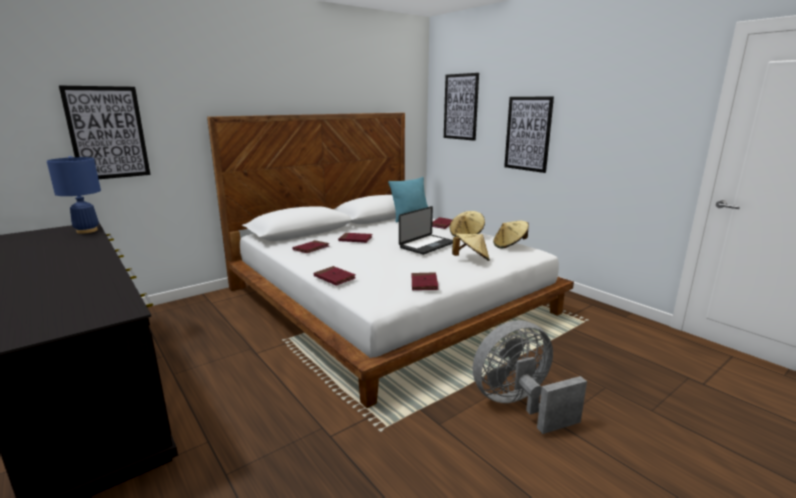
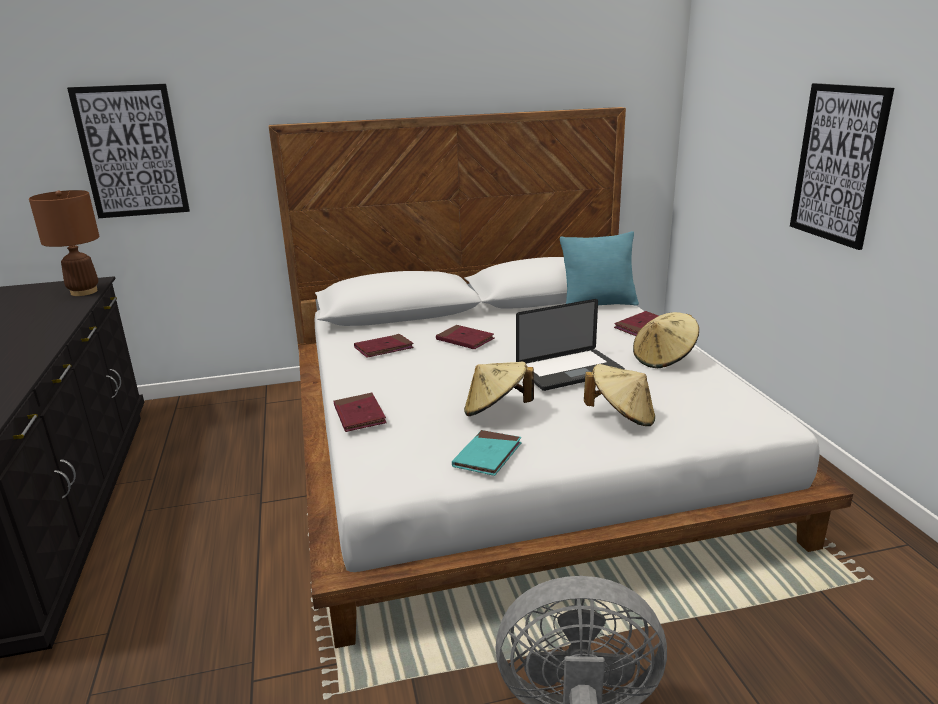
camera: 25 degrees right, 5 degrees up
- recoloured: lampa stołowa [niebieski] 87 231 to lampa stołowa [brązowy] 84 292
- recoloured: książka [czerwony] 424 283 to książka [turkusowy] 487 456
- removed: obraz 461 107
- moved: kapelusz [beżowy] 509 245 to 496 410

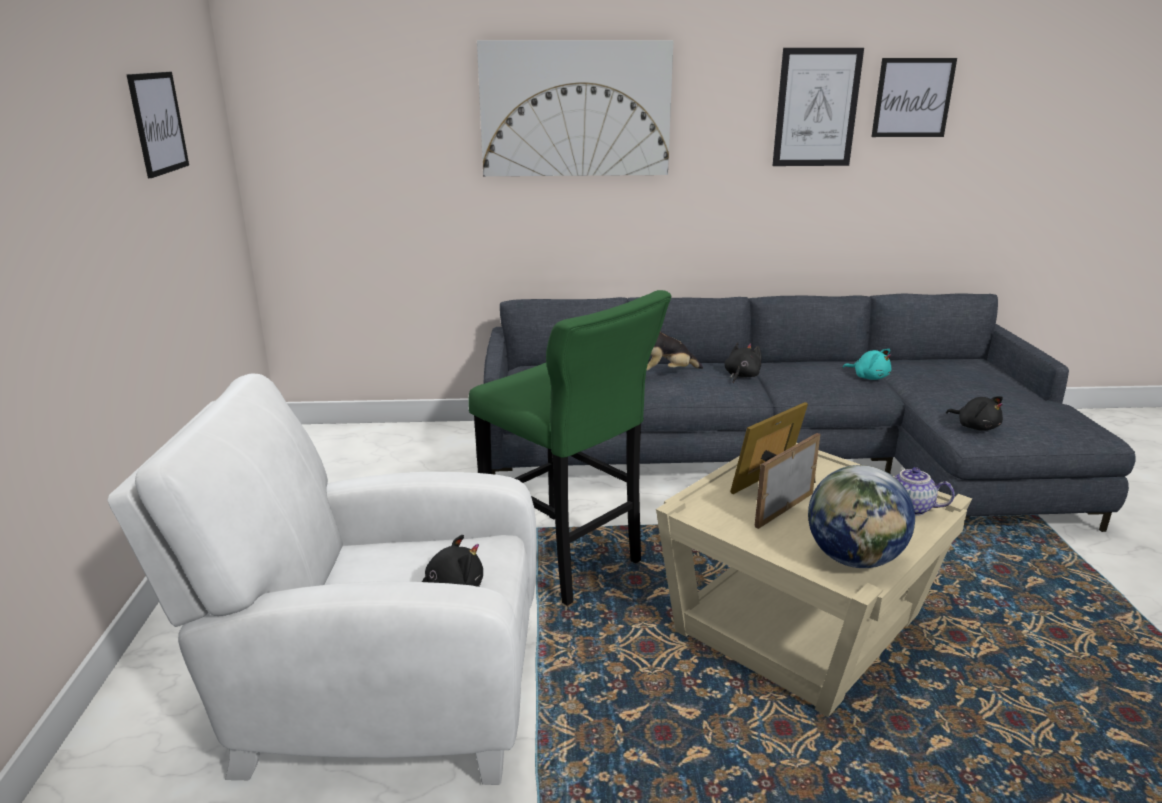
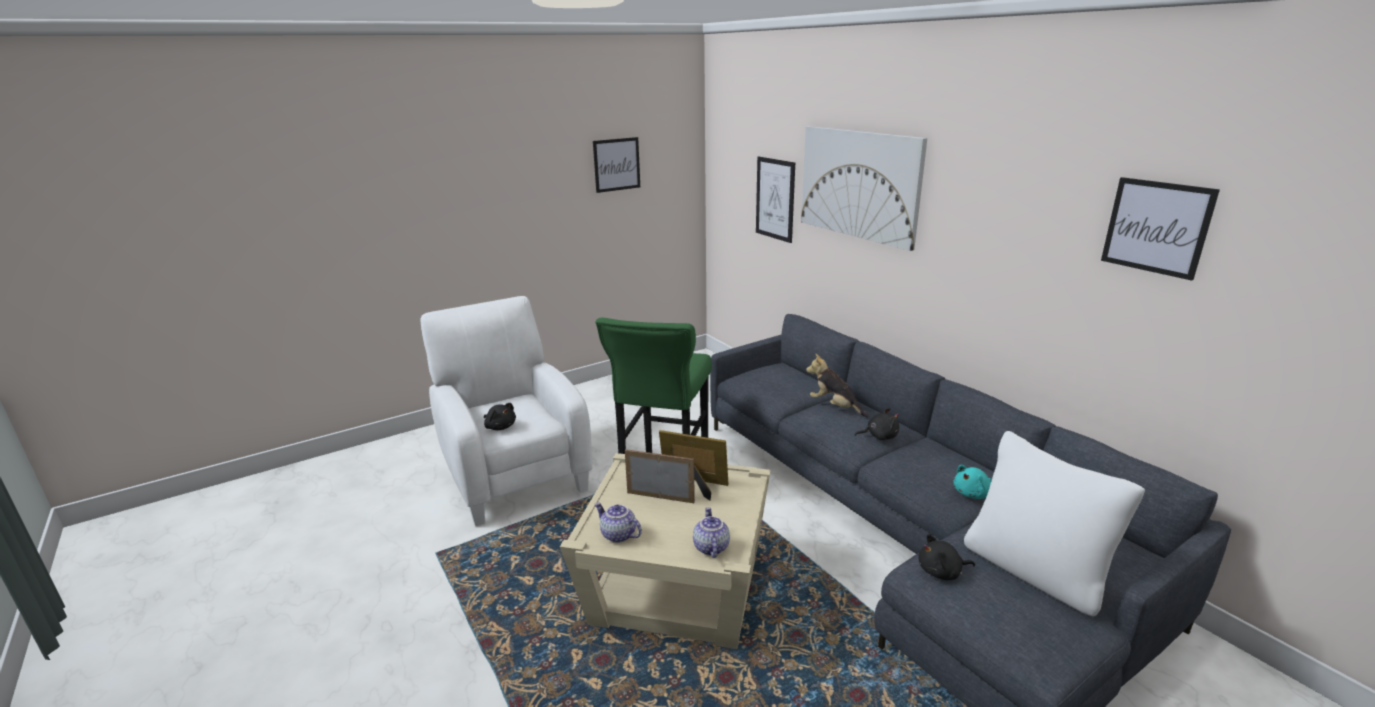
camera: 60 degrees right, 0 degrees up
- moved: obraz 816 108 to 775 199
- replaced: globus 854 559 to imbryk 617 535
- turned: pluszak [turkusowy] 869 377 = 973 494 45 degrees clockwise
- turned: pluszak [czarny] 975 427 = 941 572 60 degrees clockwise
- added: poduszka [biały] 1034 570

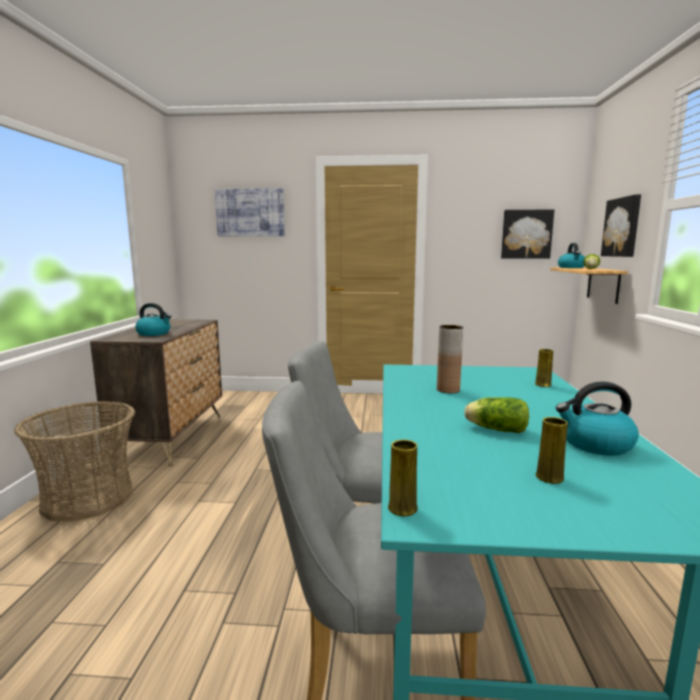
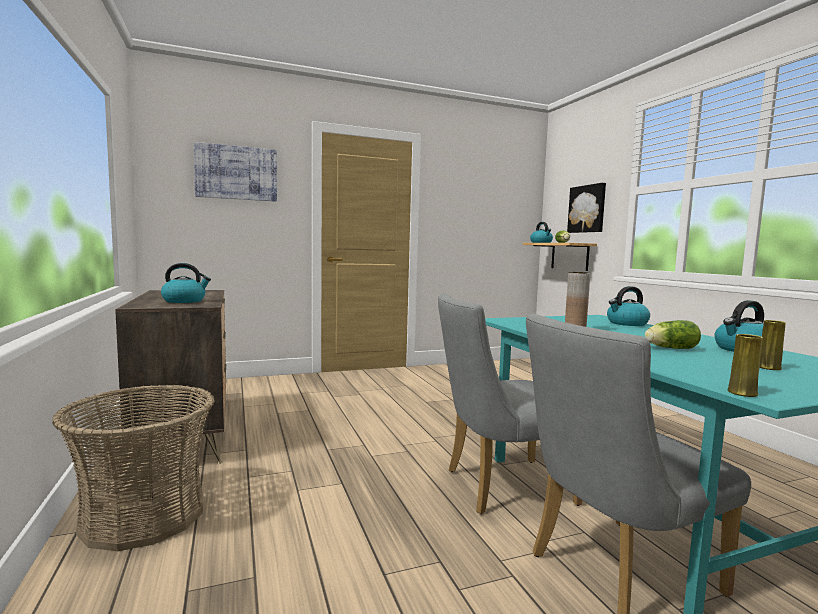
camera: 25 degrees left, 5 degrees down
- removed: obraz 526 234
- replaced: wazon [żółty] 543 385 to czajnik 626 323

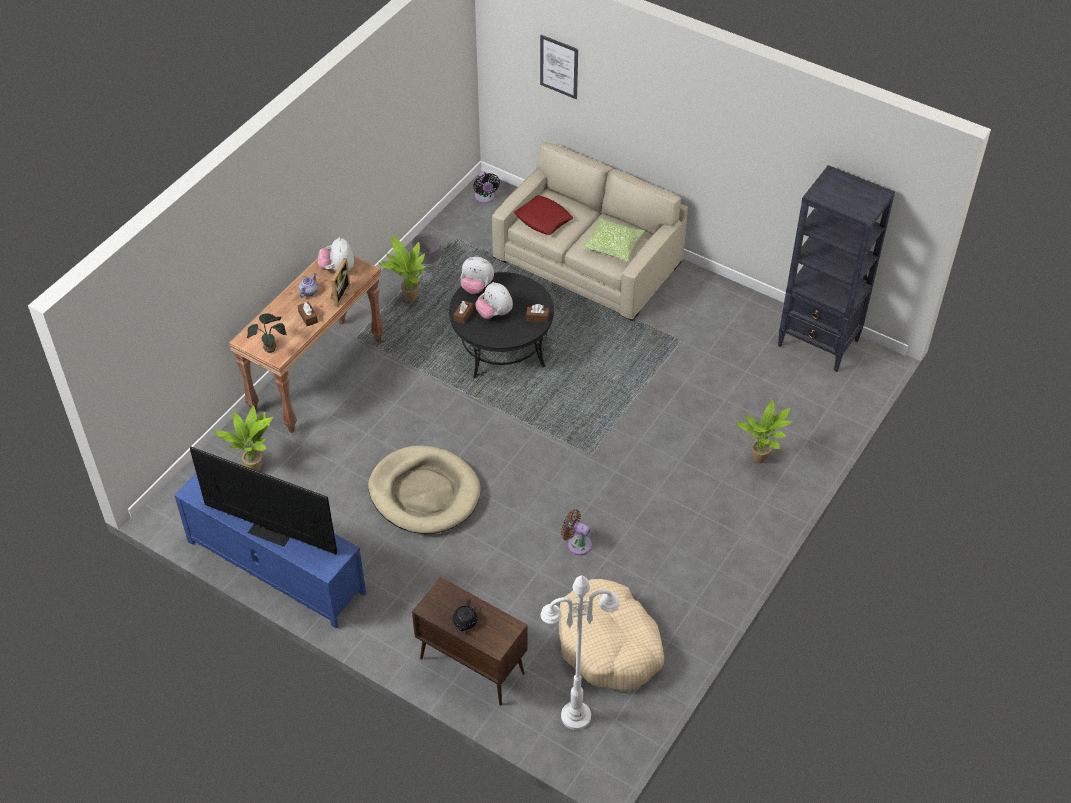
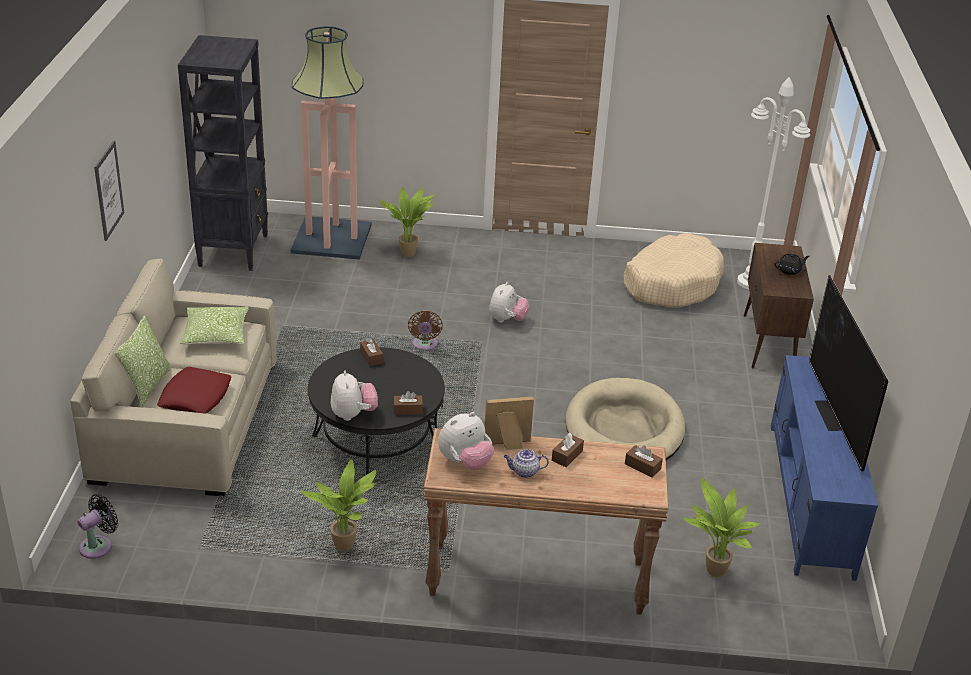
camera: 120 degrees left, 15 degrees down
- replaced: roślina doniczkowa 270 348 to pudełko chusteczek [brązowy] 642 466
- removed: donica [szary] 427 264
- moved: pluszak 494 313 to 507 320
- moved: obraz 559 66 to 108 190
- moved: wentylator [brązowy] 577 544 to 424 345
- added: poduszka 147 385
- added: lampa stojąca 331 239

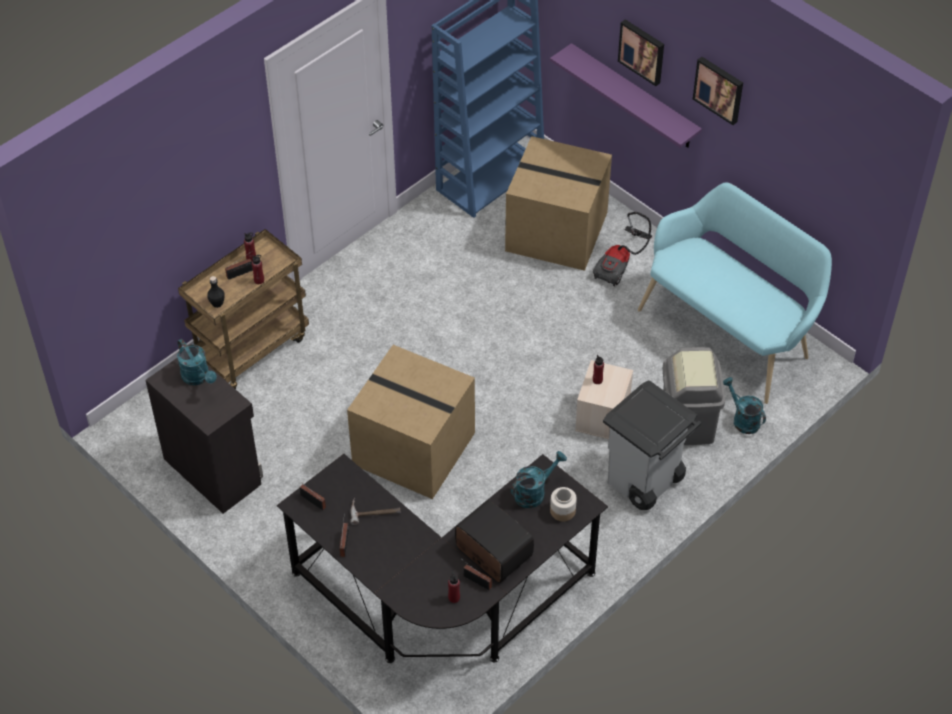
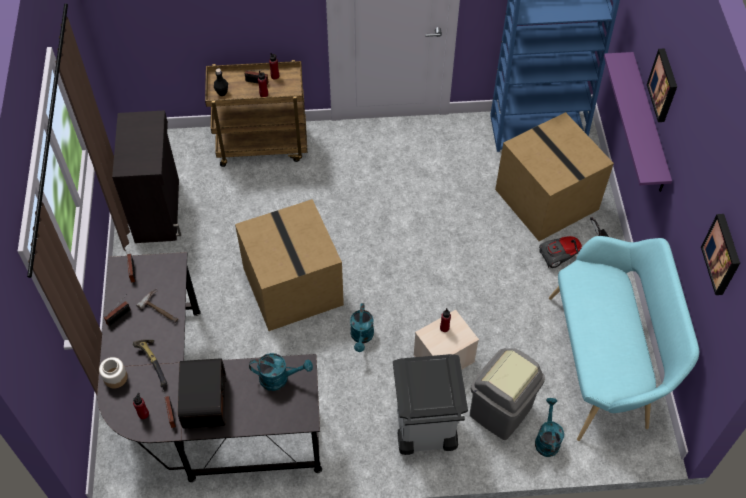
camera: 40 degrees right, 5 degrees up
- moved: konewka [turkusowy] 198 378 to 362 337
- moved: słoik 562 511 to 115 377
- moved: obraz 719 89 to 723 254
- added: młotek 154 362

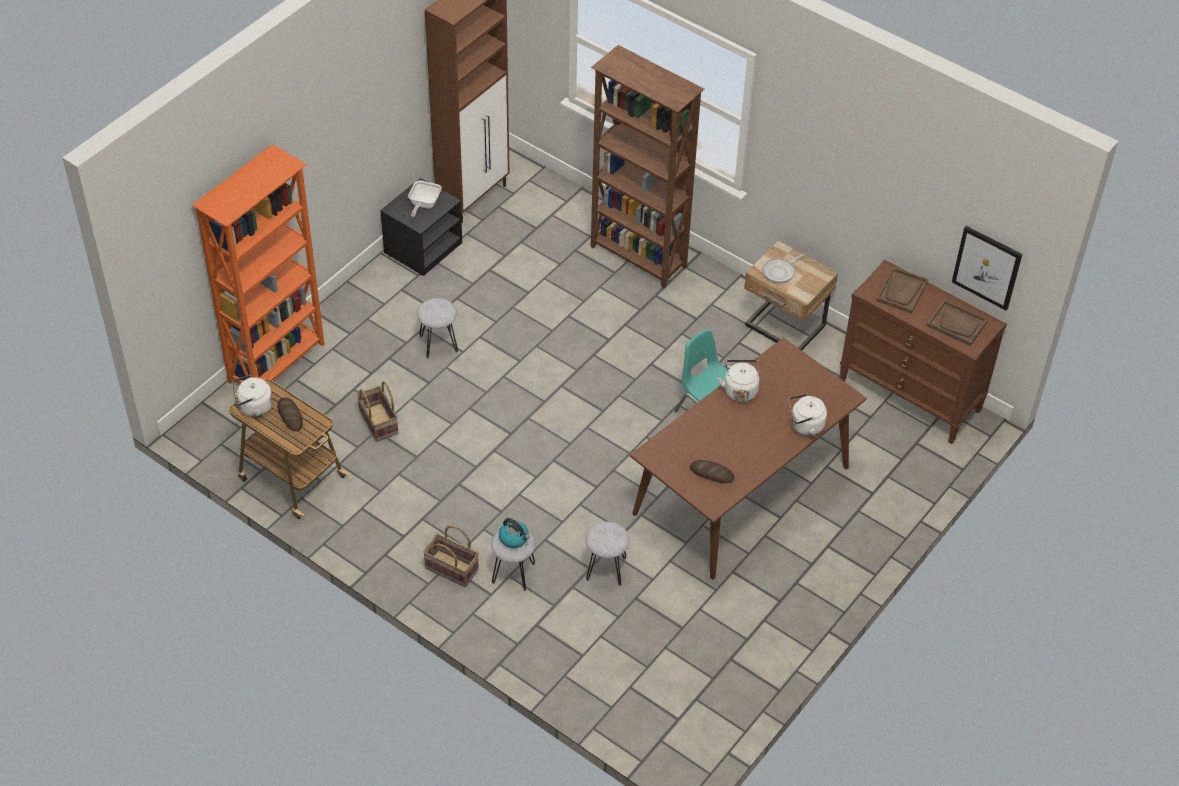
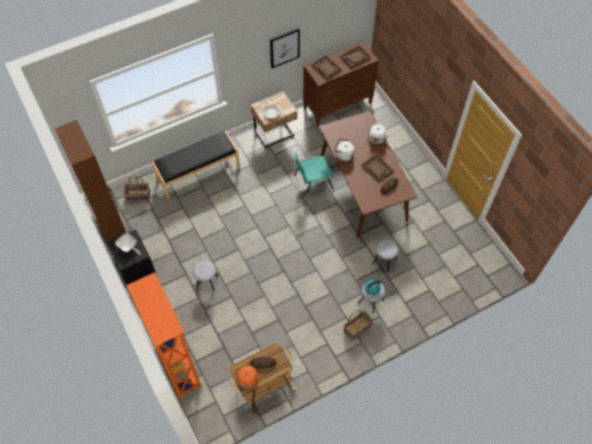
camera: 65 degrees left, 10 degrees up
- recoloured: czajnik [biały] 253 407 to czajnik [pomarańczowy] 247 381
- moved: koszyk 377 422 to 138 196
- replaced: regał [brązowy] 638 258 to ławka [czarny] 198 173
- moved: obraz 987 267 to 284 47
- added: taca [brązowy] 377 168

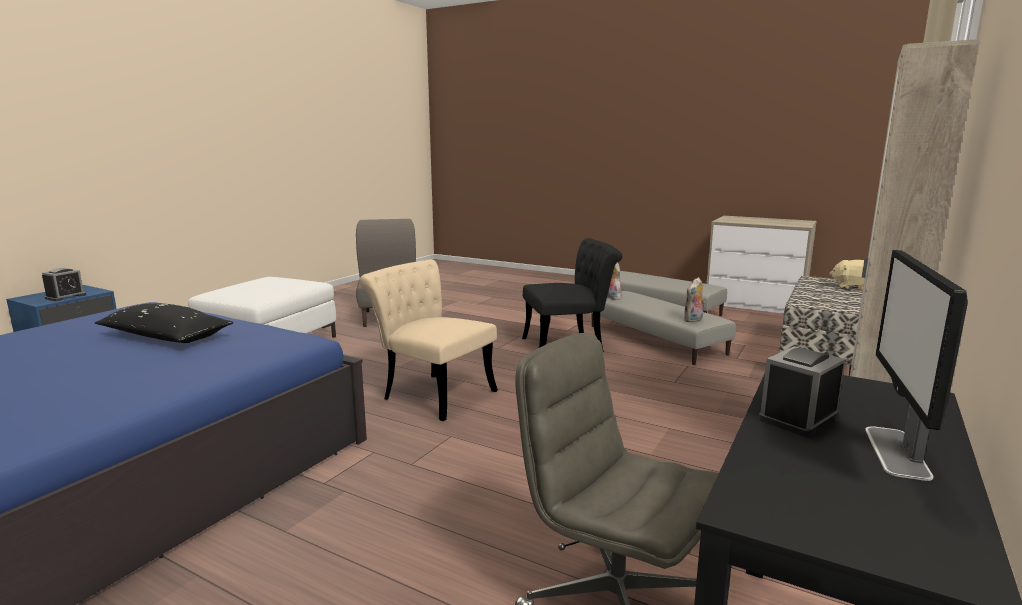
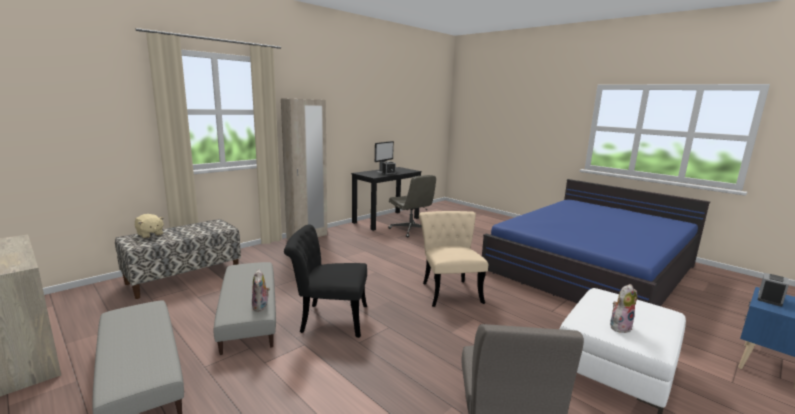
camera: 165 degrees left, 0 degrees up
- removed: poduszka [czarny] 165 337
- turned: krzesło [beżowy] 432 393 = 449 290 150 degrees counterclockwise
- moved: pluszak 693 320 to 619 326

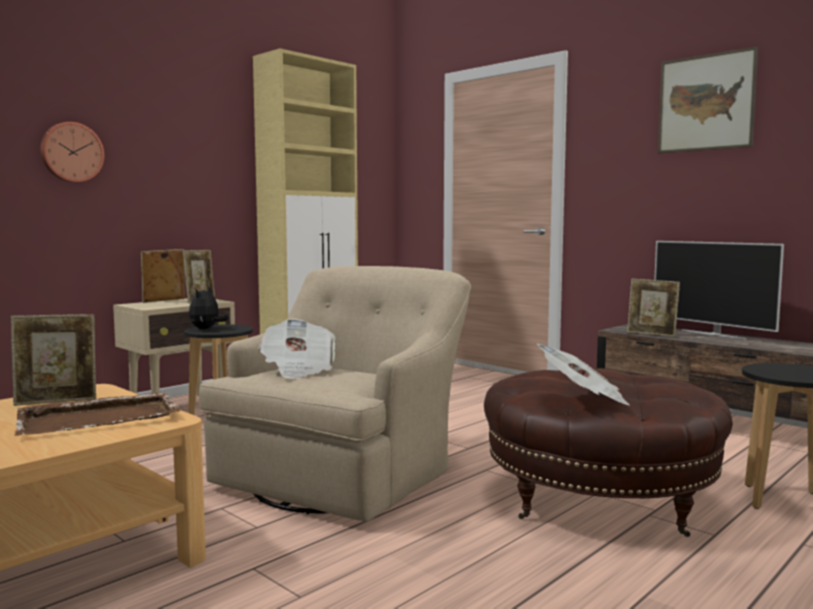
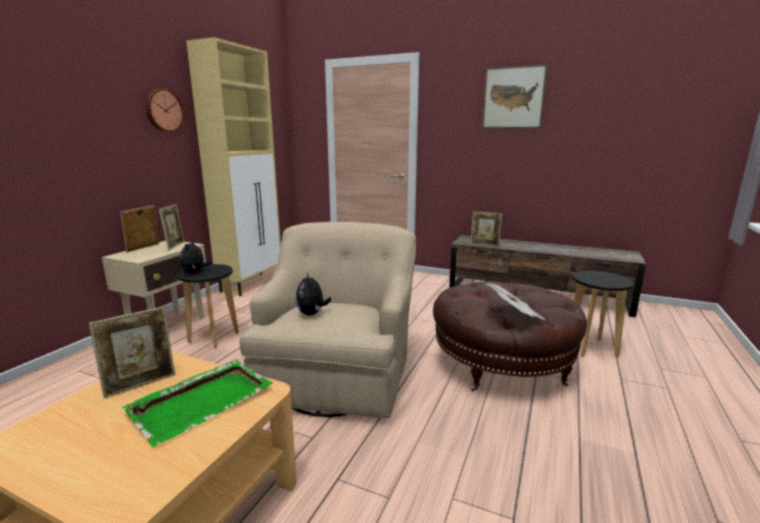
camera: 20 degrees left, 10 degrees up
- recoloured: taca [brązowy] 100 418 to taca [zielony] 203 401
- moved: zegar ścienny 71 152 to 163 110
- replaced: gazeta 298 370 to pluszak 312 313
- removed: telewizor 713 334

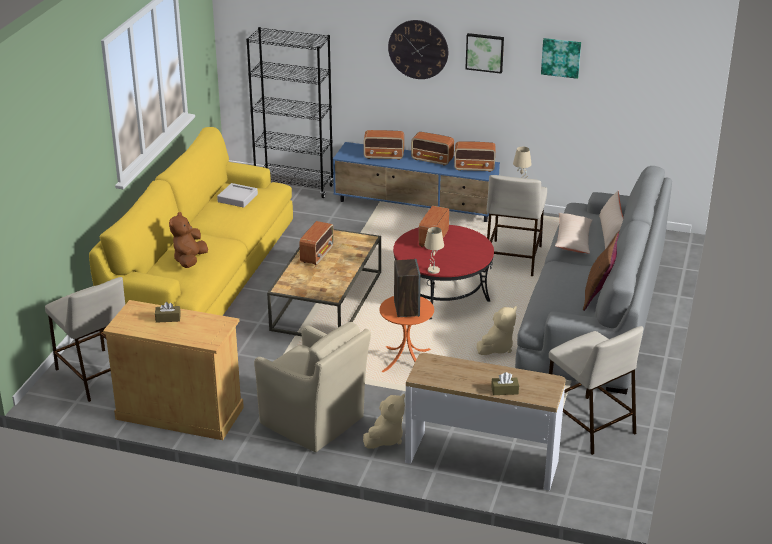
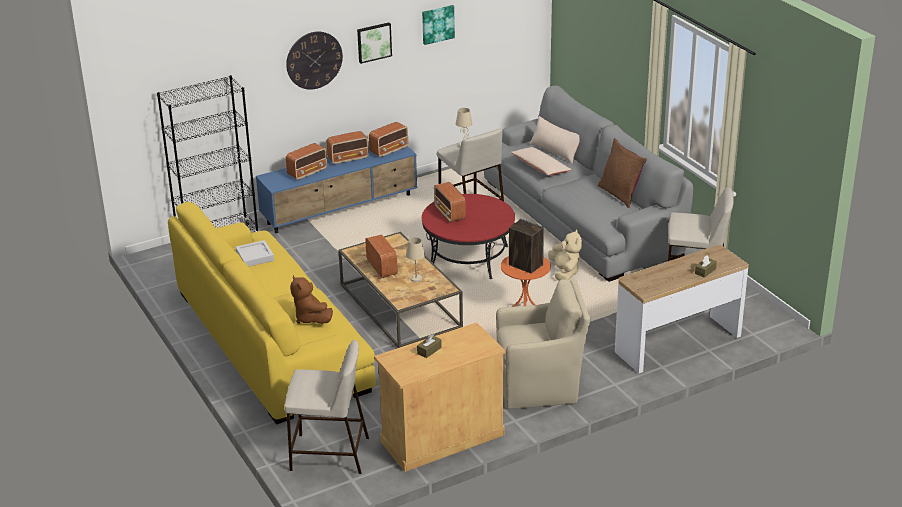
camera: 45 degrees left, 0 degrees up
- removed: pluszak [beżowy] 385 439
- moved: lampa stołowa [beżowy] 433 270 to 416 279

